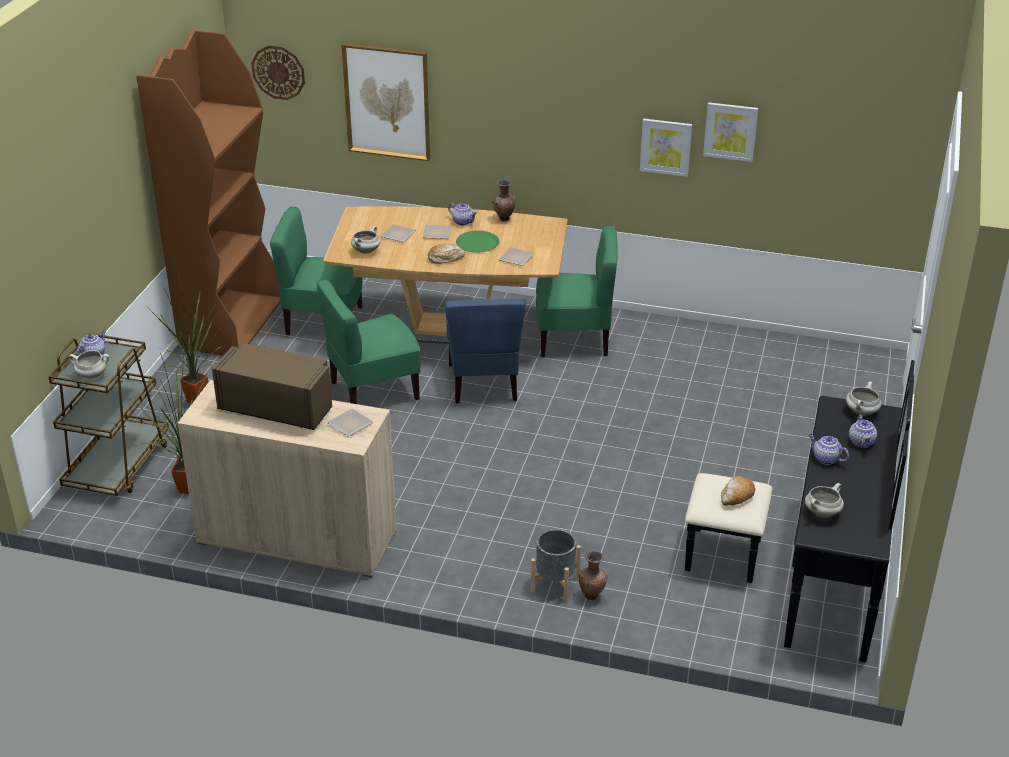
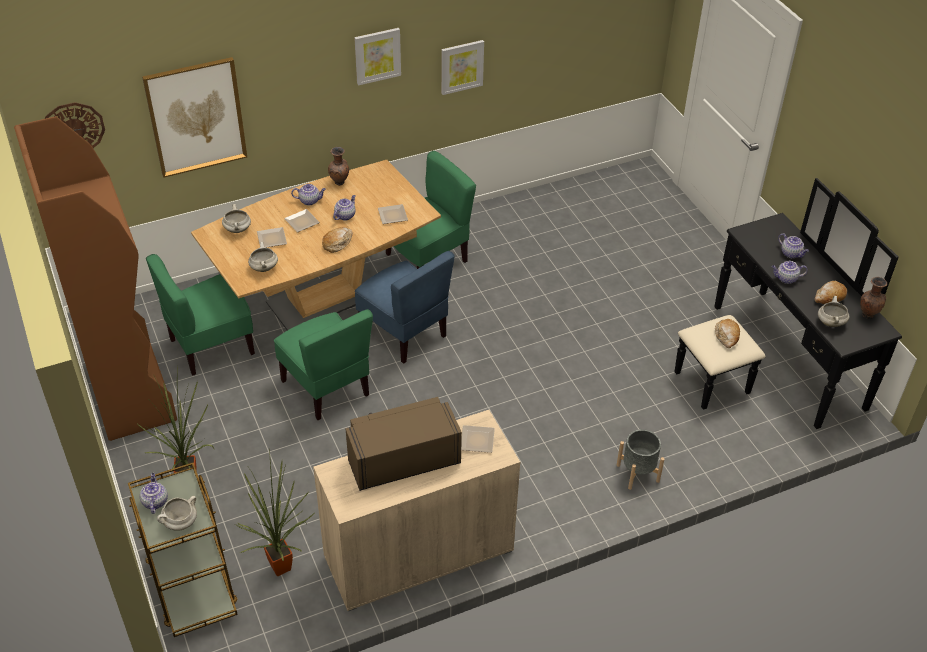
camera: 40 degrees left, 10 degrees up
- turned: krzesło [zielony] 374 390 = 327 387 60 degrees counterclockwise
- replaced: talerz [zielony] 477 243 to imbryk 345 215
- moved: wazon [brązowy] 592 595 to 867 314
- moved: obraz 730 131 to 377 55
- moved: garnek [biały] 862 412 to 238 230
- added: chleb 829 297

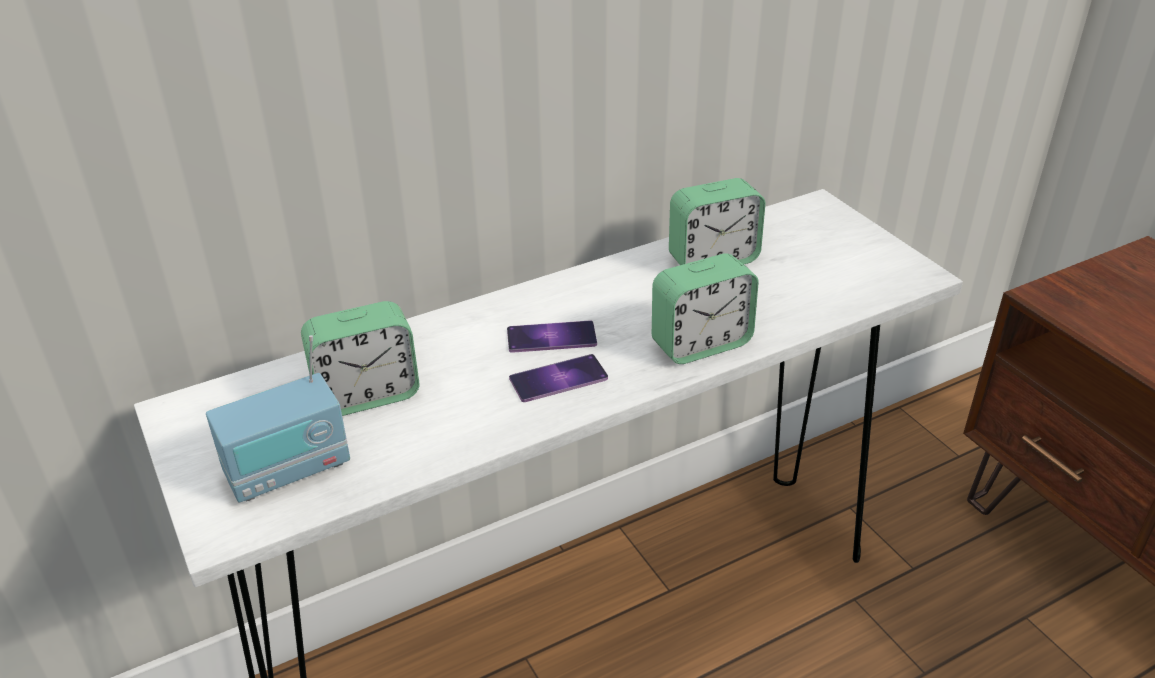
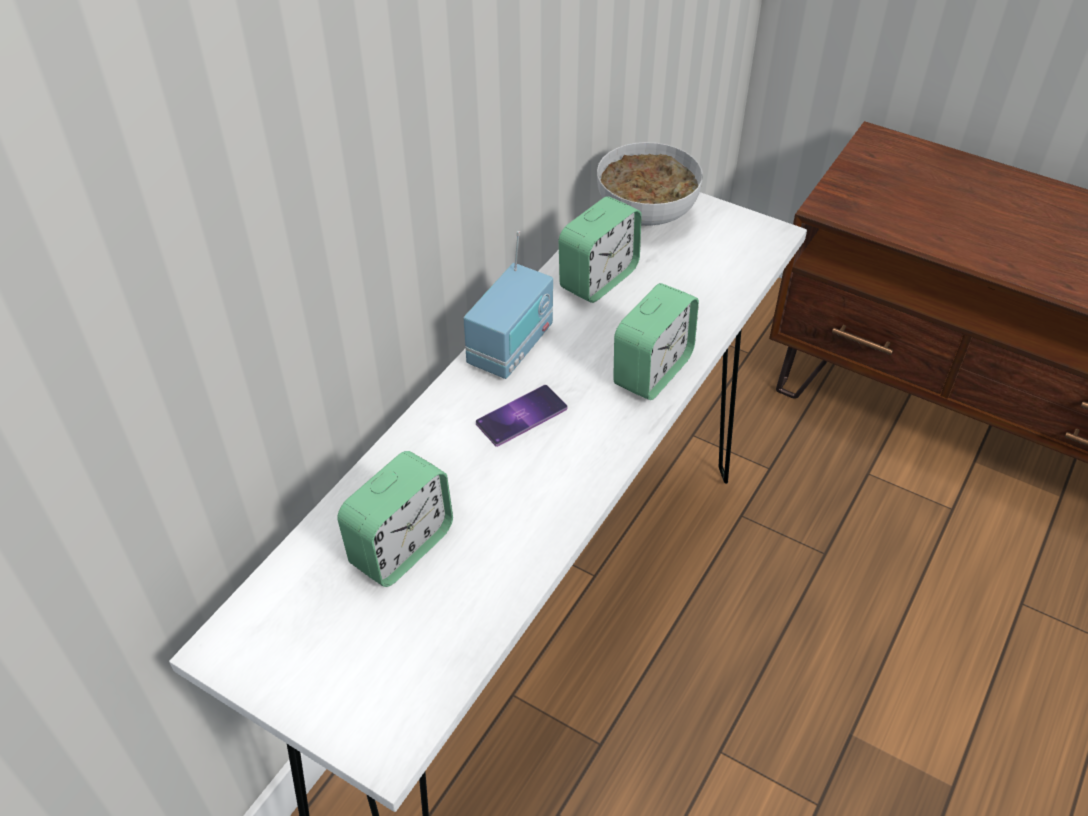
camera: 30 degrees left, 10 degrees up
- moved: radio 288 470 to 511 347
- removed: telefon 558 378
- added: miska 647 213

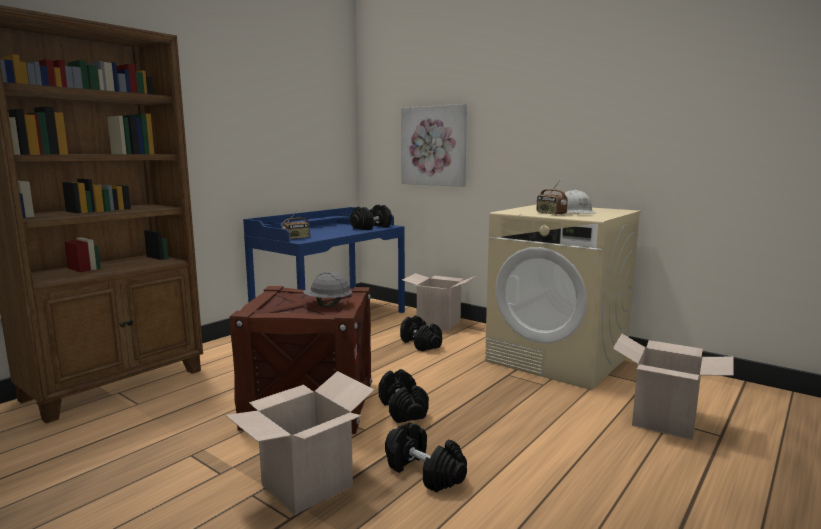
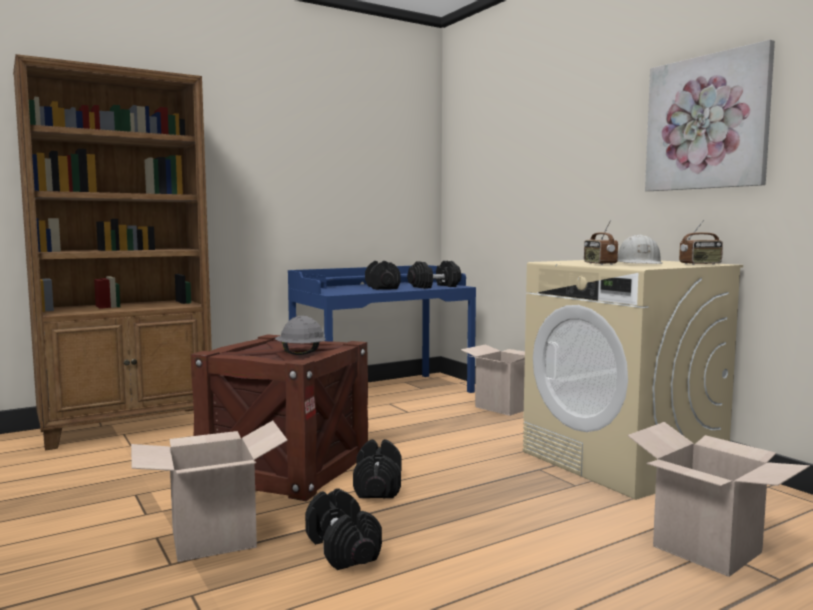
camera: 20 degrees right, 5 degrees down
- moved: radio 296 238 to 700 264
- moved: hantel [czarny] 420 344 to 382 287
- moved: obraz 434 146 to 707 123

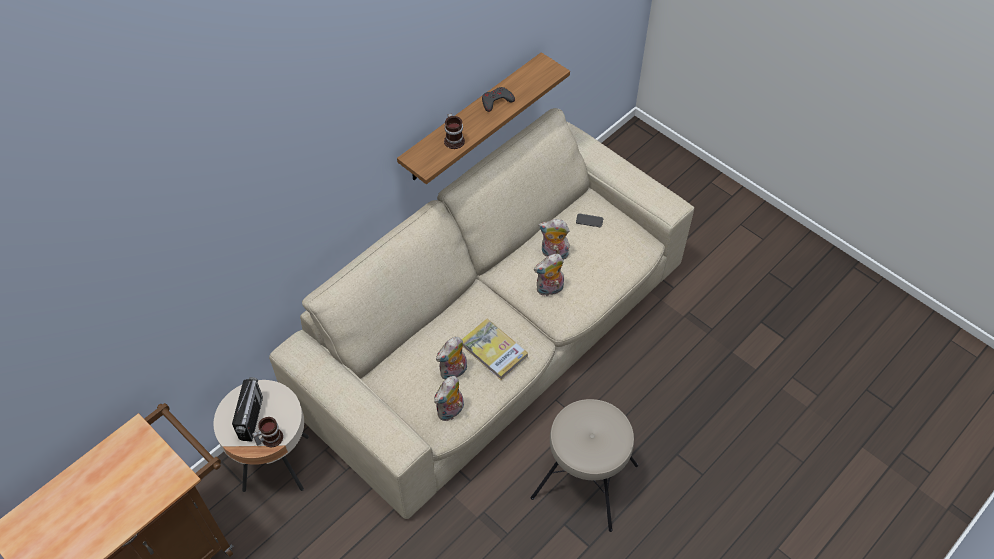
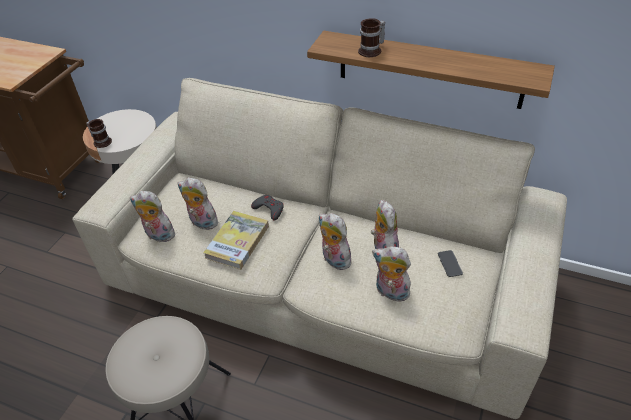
camera: 70 degrees right, 10 degrees down
- removed: radio 251 418
- moved: pad do gier [szary] 496 101 to 269 209
- added: pluszak 390 292

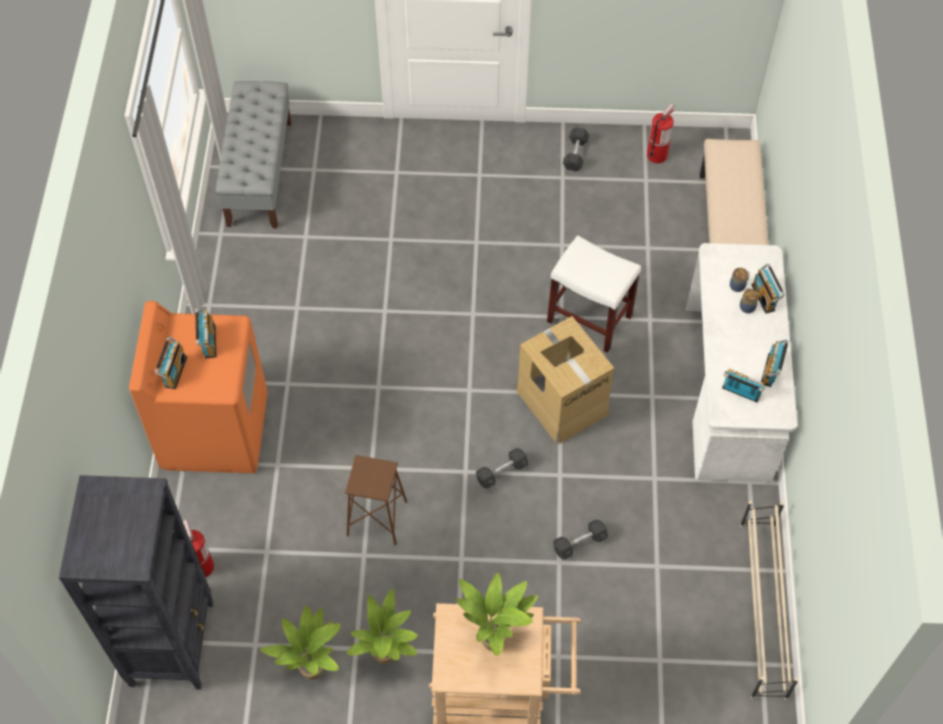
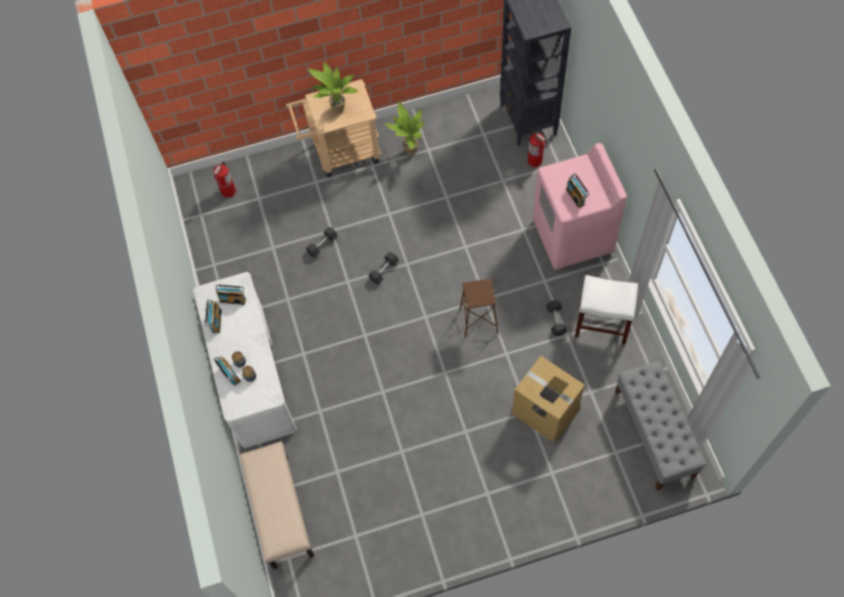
camera: 165 degrees right, 5 degrees up
- recoloured: pralka [pomarańczowy] 215 430 to pralka [różowy] 572 236
- removed: radio 174 371
- removed: roślina doniczkowa 313 668
- moved: stołek [brązowy] 377 518 to 478 320
- moved: karton 562 401 to 545 410
- moved: stołek [biały] 588 319 to 602 323
- moved: hantel [szary] 575 154 to 556 320
- moved: gaśnica 657 155 to 228 191
- removed: regał na buty [beżowy] 762 609

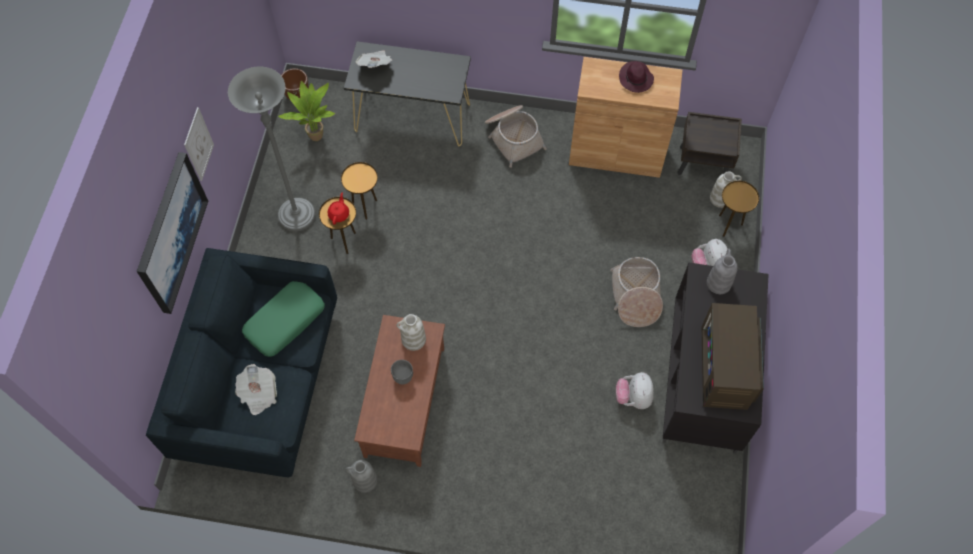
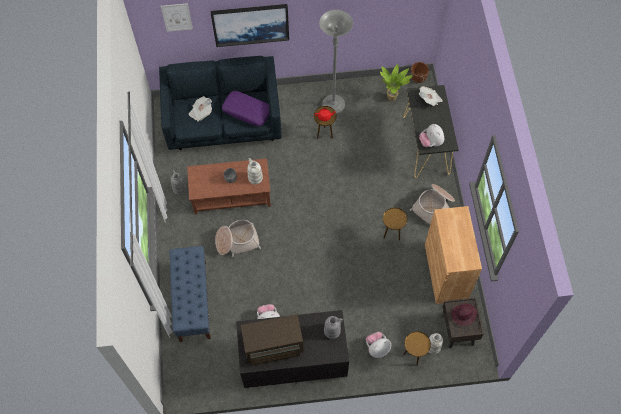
camera: 75 degrees right, 0 degrees up
- moved: obraz 198 144 to 177 17
- recoloured: poduszka [zielony] 285 321 to poduszka [fioletowy] 247 111
- moved: stolik [brązowy] 365 207 to 391 234
- moved: koszyk 635 296 to 237 241
- moved: kapelusz [fioletowy] 636 79 to 463 315
- added: ławka [niebieski] 193 300
- added: pluszak 431 142

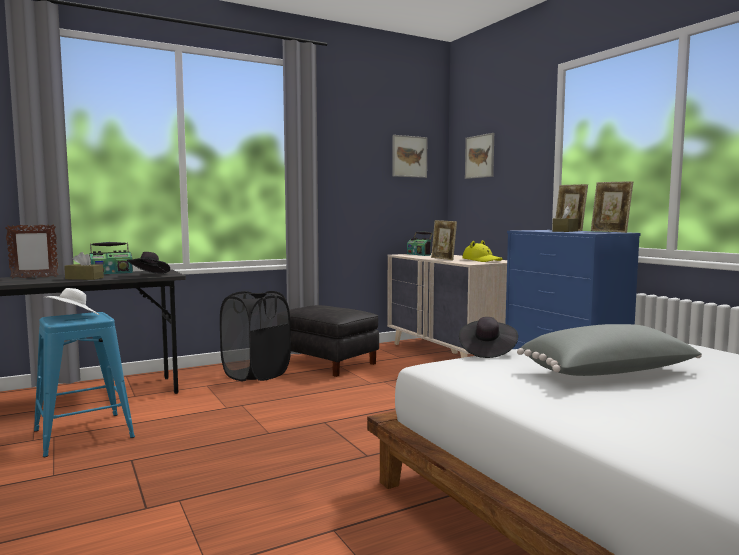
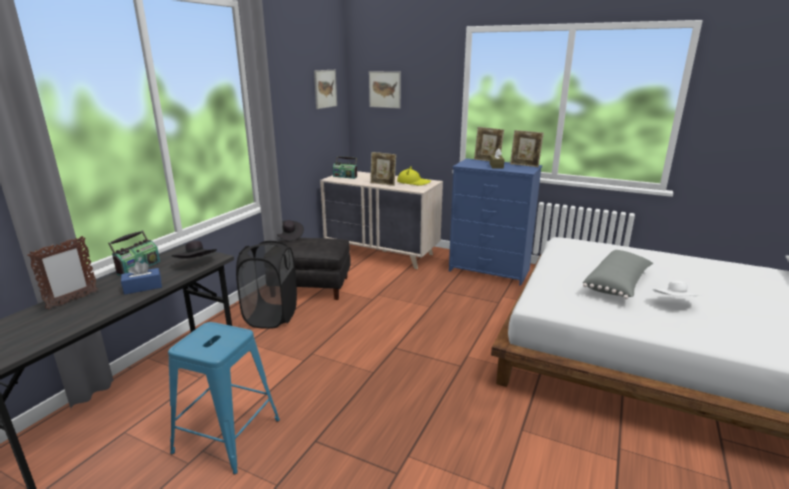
camera: 35 degrees left, 15 degrees up
- moved: kapelusz [biały] 73 316 to 674 303
- recoloured: pudełko chusteczek [brązowy] 84 278 to pudełko chusteczek [niebieski] 143 287
- moved: kapelusz [czarny] 487 351 to 289 236

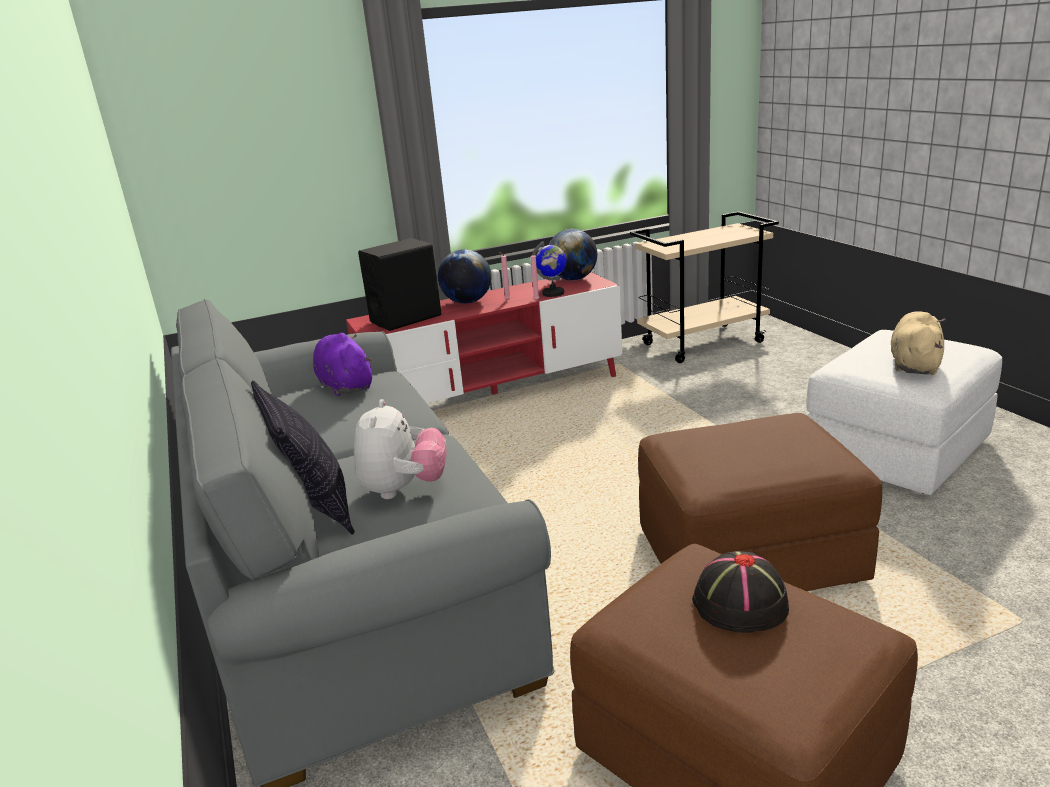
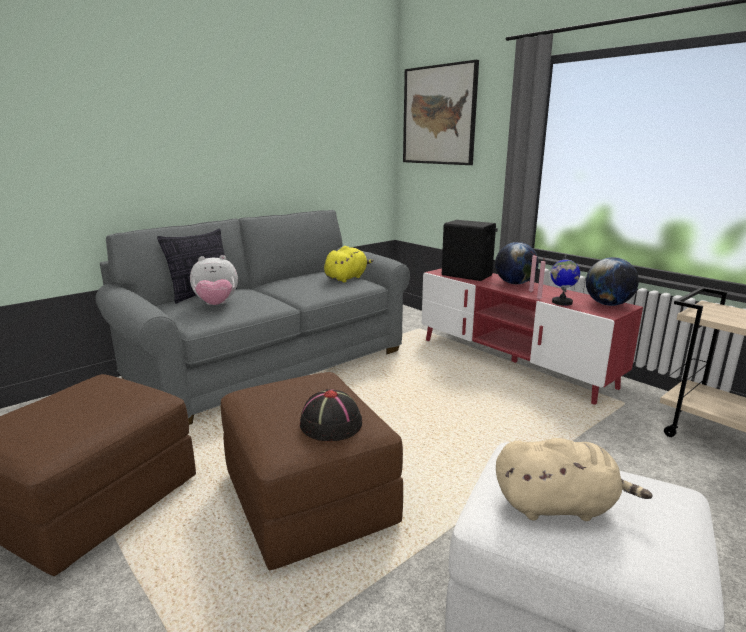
camera: 70 degrees right, 5 degrees down
- recoloured: pluszak [fioletowy] 345 385 to pluszak [żółty] 347 278
- moved: kapelusz [czarny] 739 604 to 330 424
- added: obraz 439 115

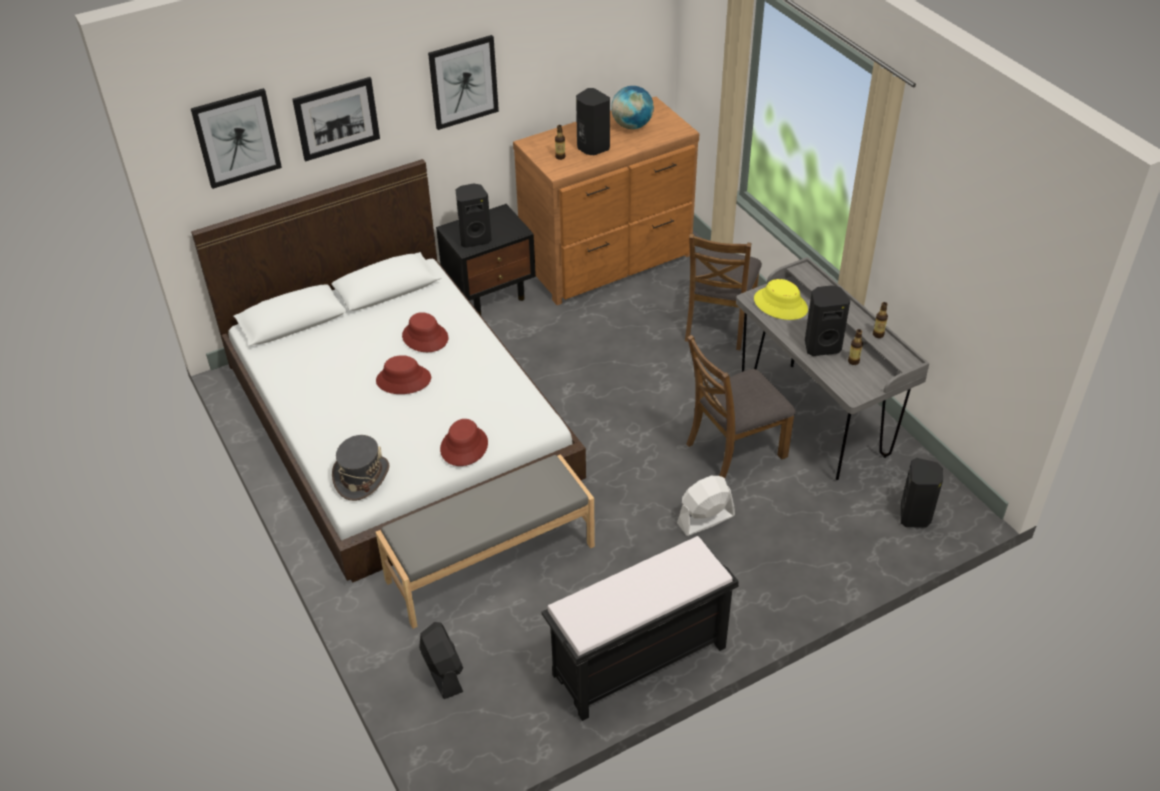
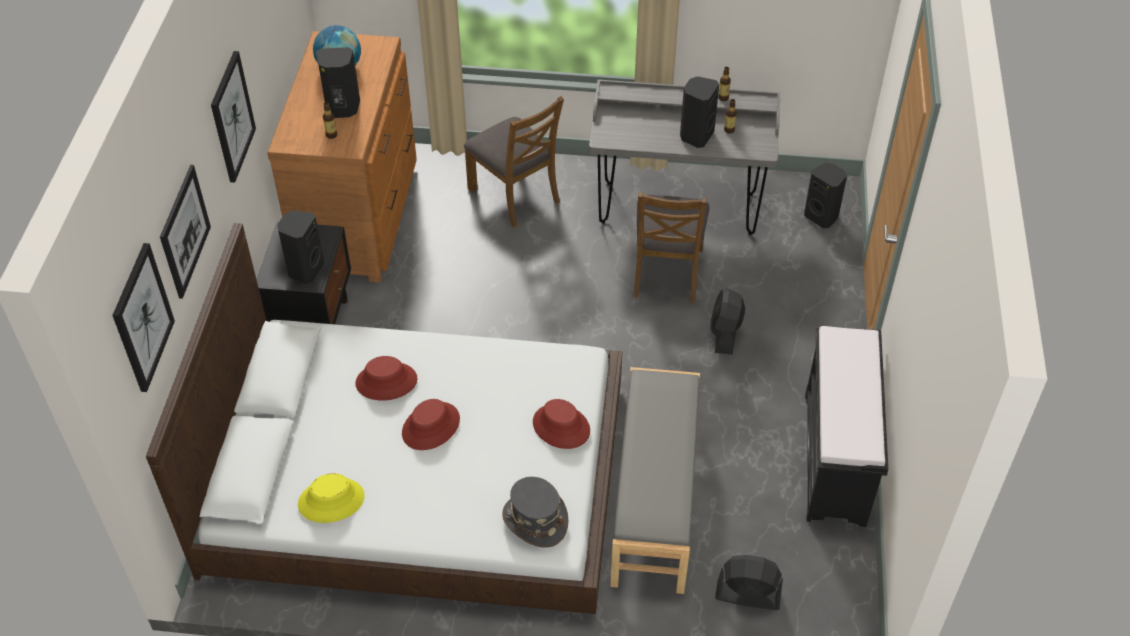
camera: 55 degrees left, 5 degrees up
- recoloured: wentylator [biały] 705 519 to wentylator [czarny] 725 333
- moved: kapelusz [żółty] 780 304 to 331 500

